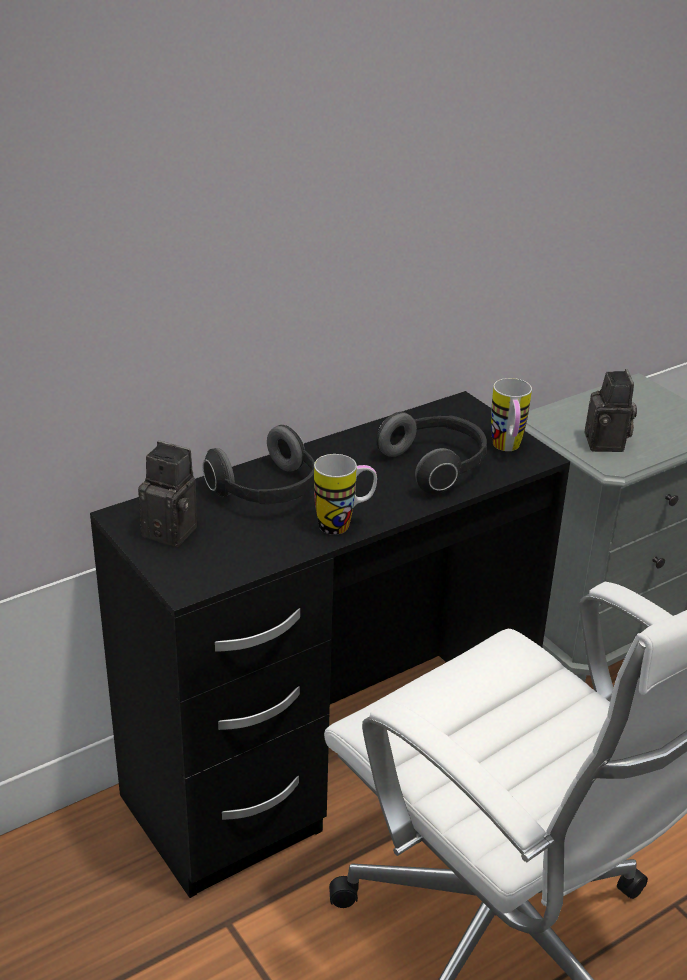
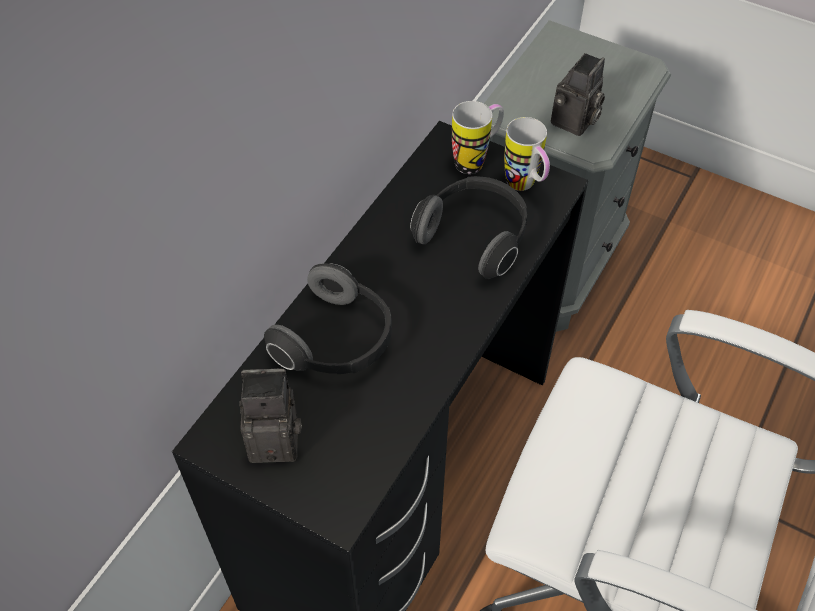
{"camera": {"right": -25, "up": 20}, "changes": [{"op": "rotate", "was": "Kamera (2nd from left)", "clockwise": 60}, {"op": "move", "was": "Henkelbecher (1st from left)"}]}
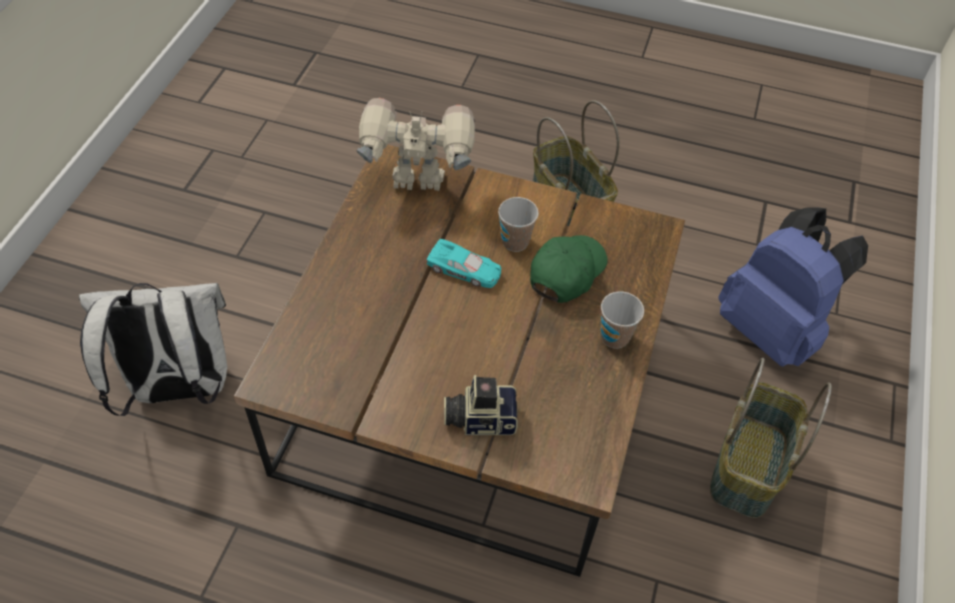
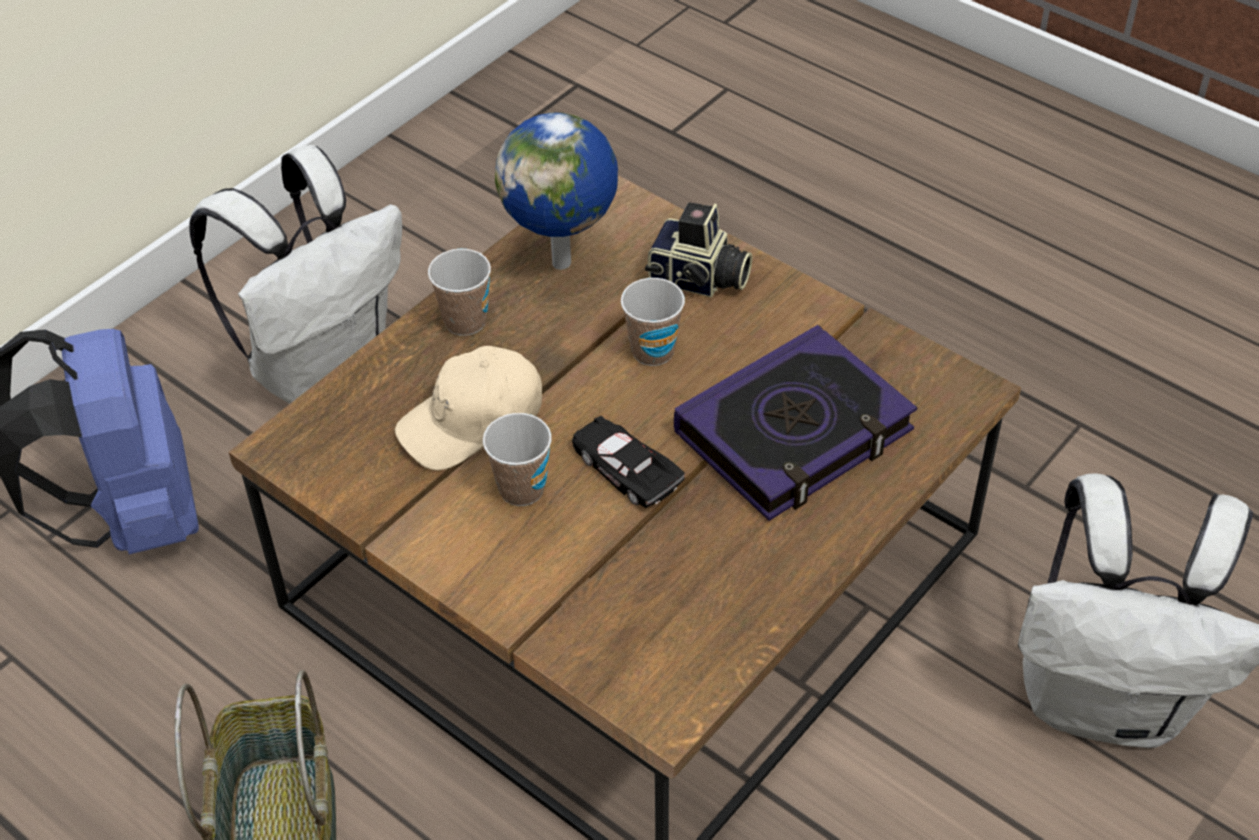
{"camera": {"right": -155, "up": -5}, "changes": [{"op": "delete", "was": "Spielzeugroboter"}, {"op": "recolor", "was": "Kappe [grün]", "now": "Kappe [beige]"}, {"op": "recolor", "was": "Spielzeugauto [türkis]", "now": "Spielzeugauto [schwarz]"}, {"op": "replace", "was": "Korb (2nd from left)", "now": "Rucksack [weiß] (1st from left)"}, {"op": "insert", "now": "Globus"}, {"op": "insert", "now": "Tasse (3rd from left)"}, {"op": "insert", "now": "Buch"}]}
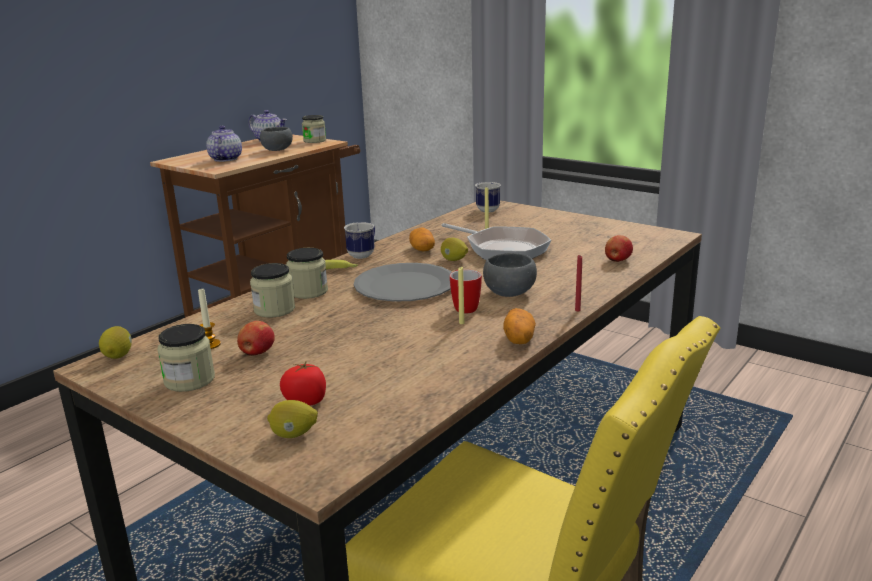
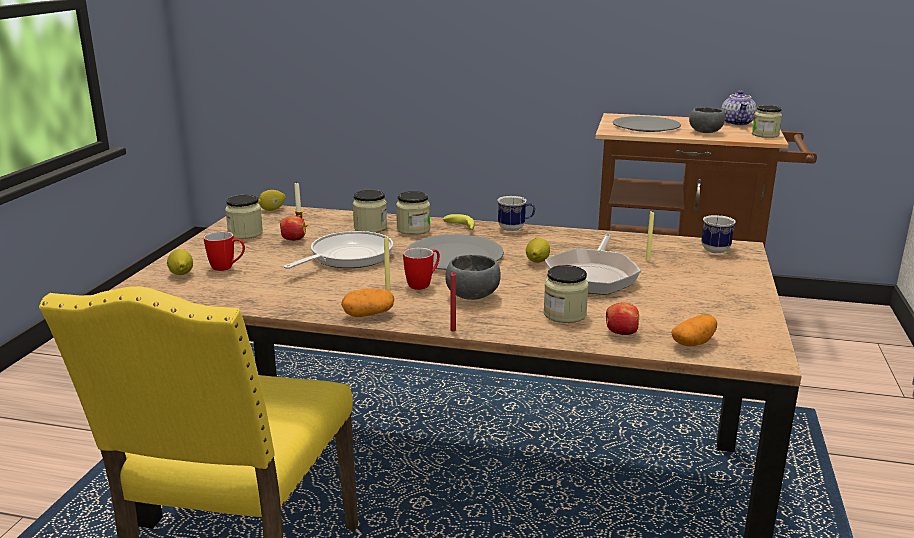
{"camera": {"right": 65, "up": 0}, "changes": [{"op": "replace", "was": "Teekanne (1st from left)", "now": "Teller [grau] (2nd from left)"}, {"op": "move", "was": "Kartoffel (1st from left in the first image)", "now": "Kartoffel (2nd from left)"}, {"op": "replace", "was": "Tomate", "now": "Henkelbecher (1st from left)"}, {"op": "insert", "now": "Pfanne (1st from left)"}, {"op": "insert", "now": "Vorratsglas (4th from left)"}]}
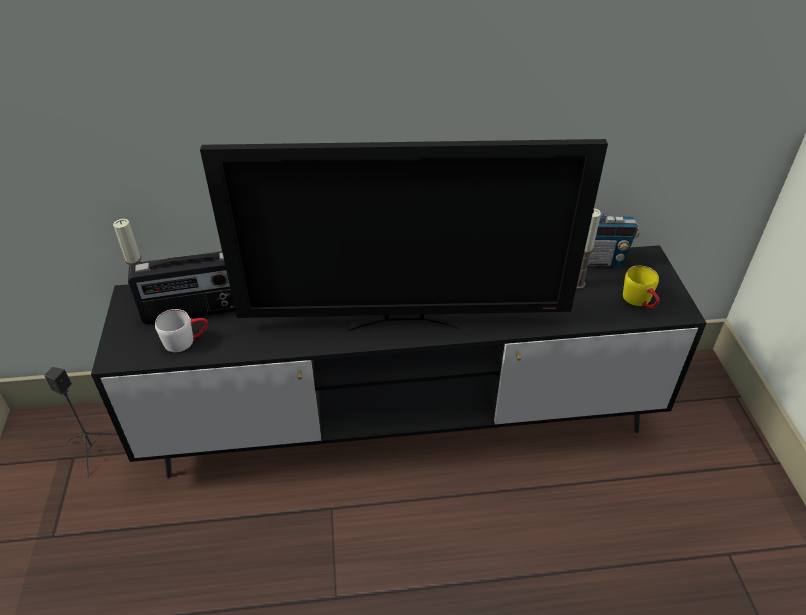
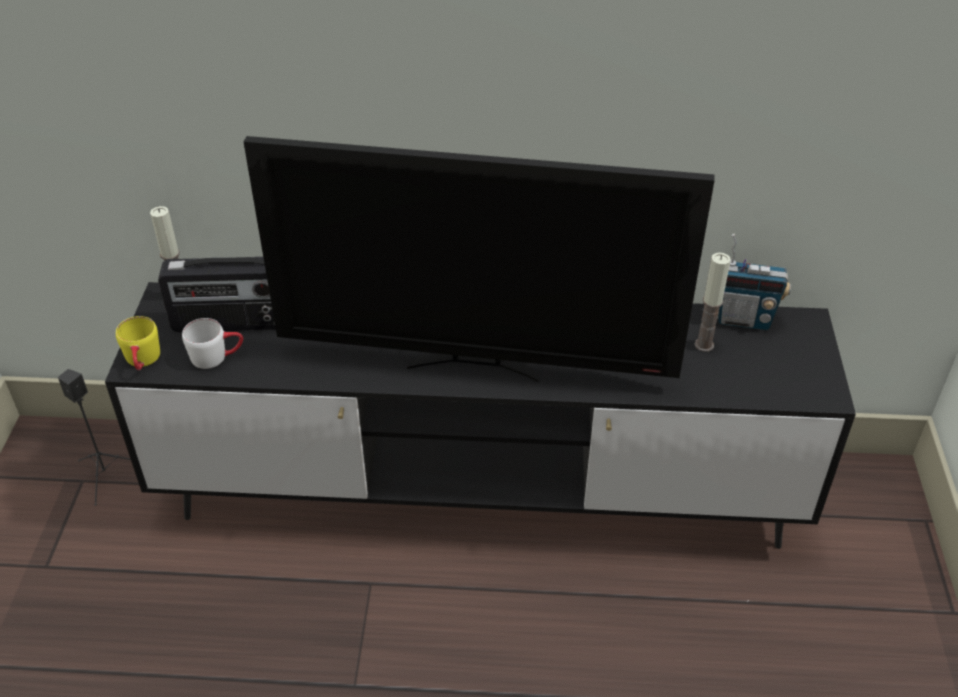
{"camera": {"right": 10, "up": 0}, "changes": [{"op": "move", "was": "Henkelbecher [gelb]"}]}
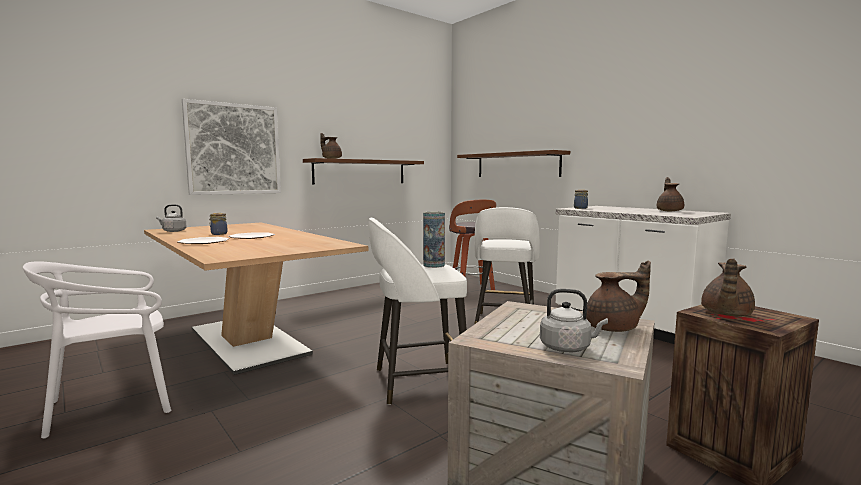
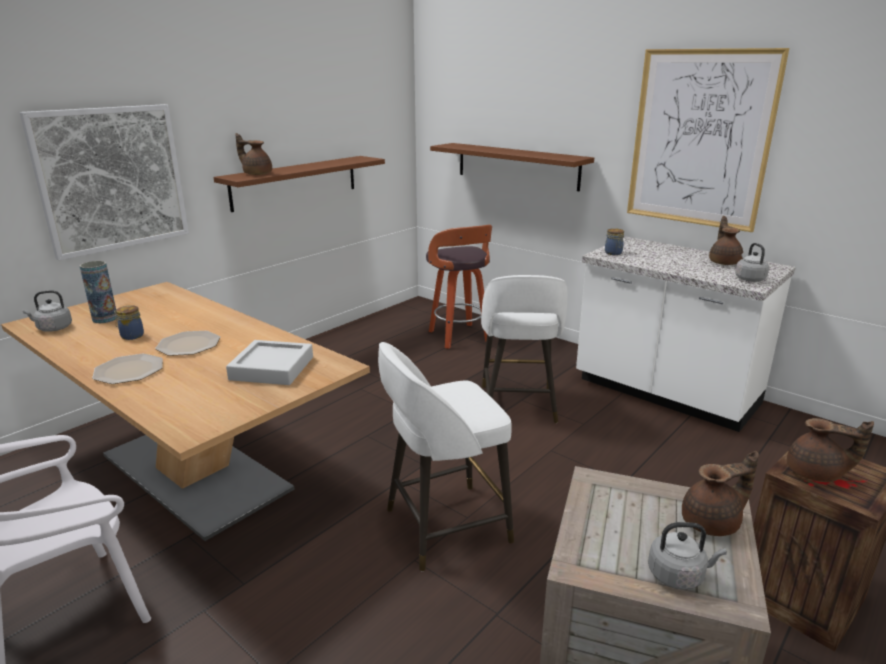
{"camera": {"right": -10, "up": 15}, "changes": [{"op": "move", "was": "Vase"}, {"op": "rotate", "was": "Teekanne [braun] (4th from left)", "clockwise": -90}, {"op": "insert", "now": "Bild (2nd from left)"}, {"op": "insert", "now": "Wasserkessel [grau] (3rd from left)"}, {"op": "insert", "now": "Tablett [grau]"}]}
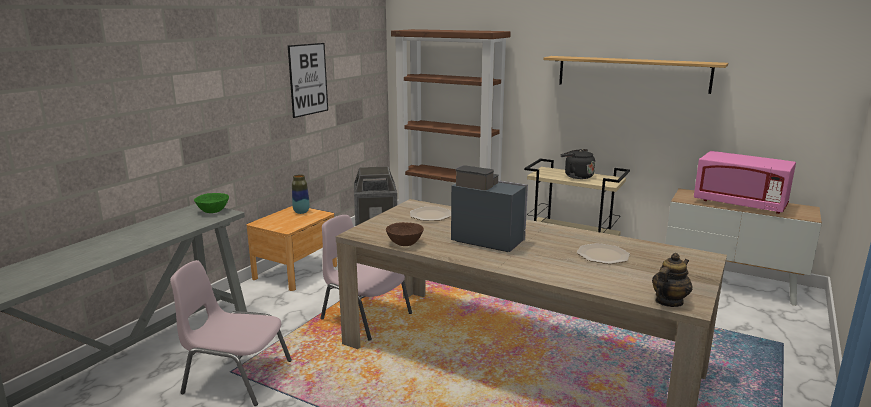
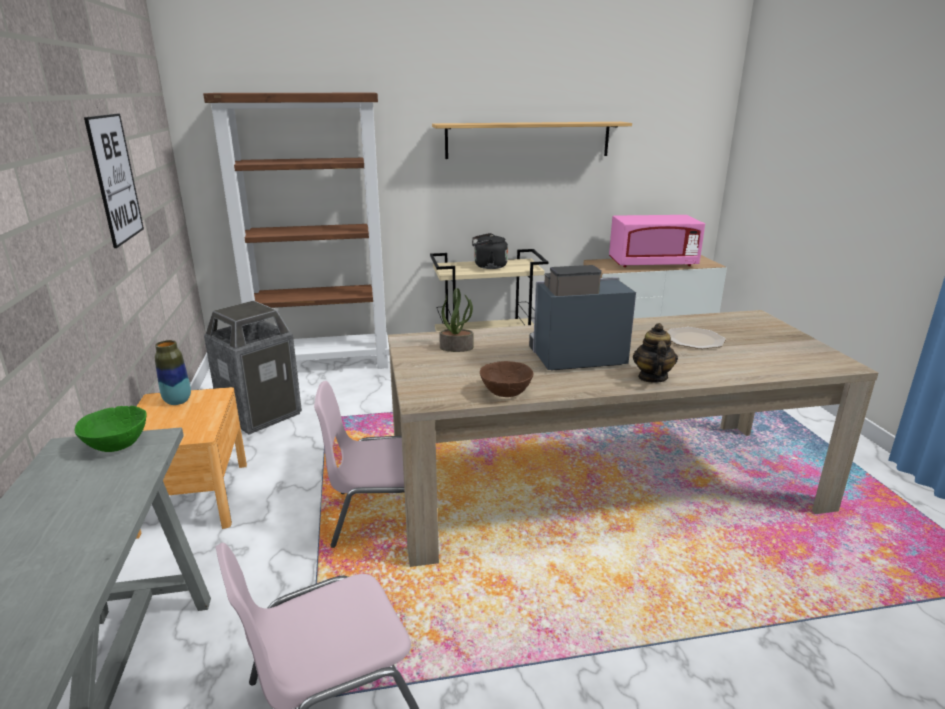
{"camera": {"right": -40, "up": 5}, "changes": [{"op": "replace", "was": "Teller (1st from left)", "now": "Topfpflanze"}, {"op": "move", "was": "Teekanne"}]}
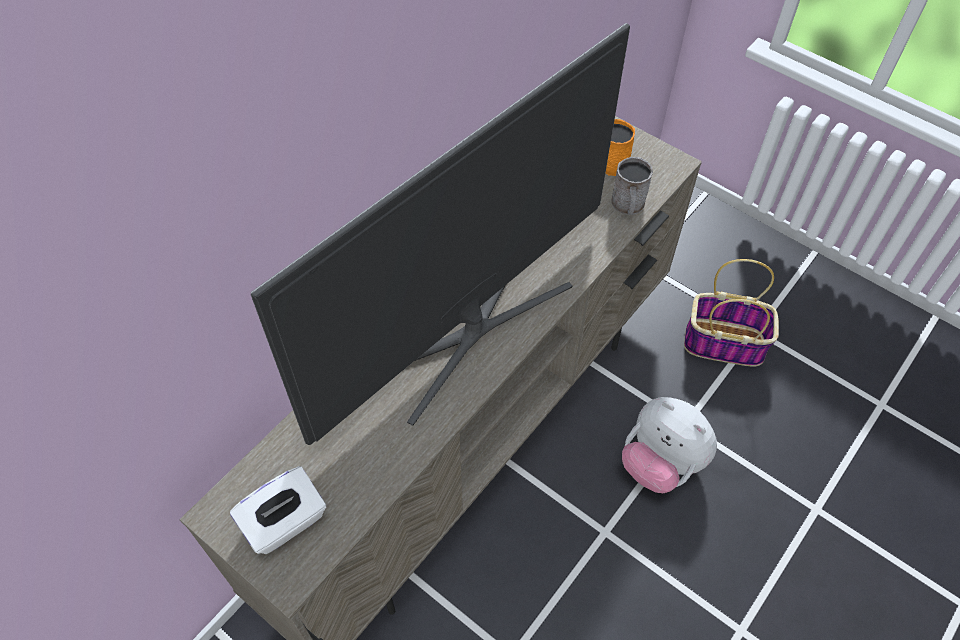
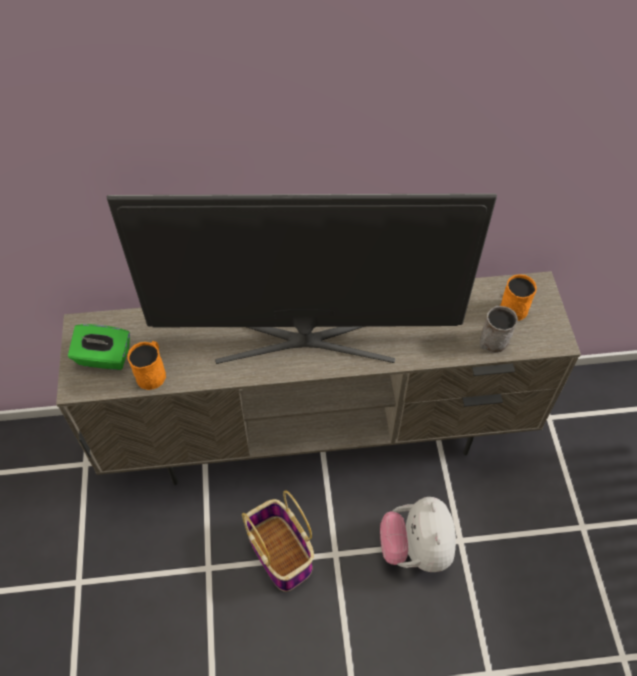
{"camera": {"right": 45, "up": 0}, "changes": [{"op": "move", "was": "Korb"}, {"op": "recolor", "was": "Taschentuchbox [weiß]", "now": "Taschentuchbox [grün]"}, {"op": "insert", "now": "Henkelbecher [orange] (1st from left)"}]}
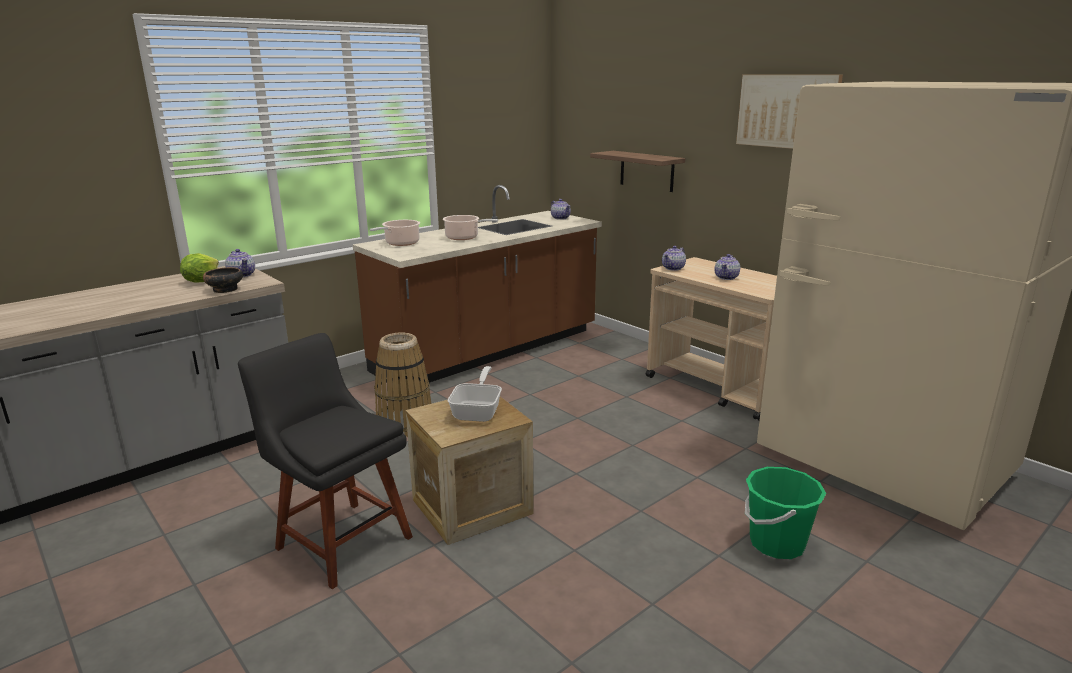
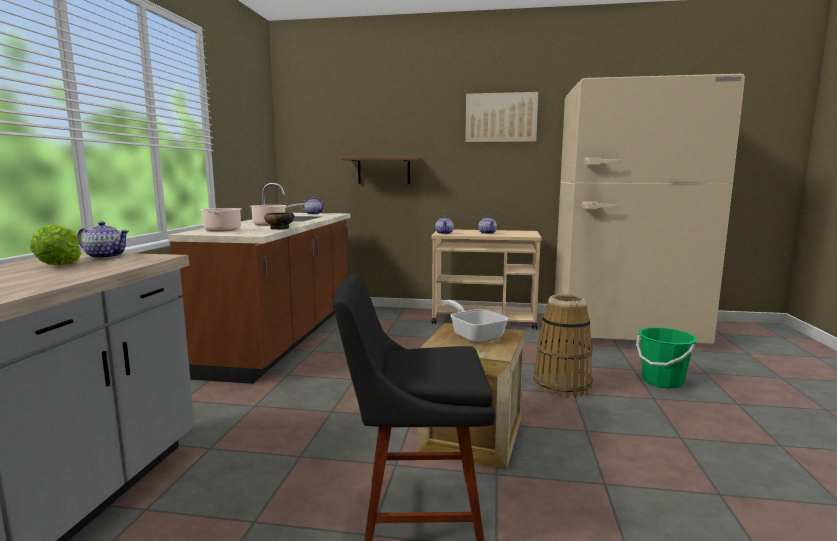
{"camera": {"right": -40, "up": -10}, "changes": [{"op": "move", "was": "Schüssel"}, {"op": "move", "was": "Korb"}]}
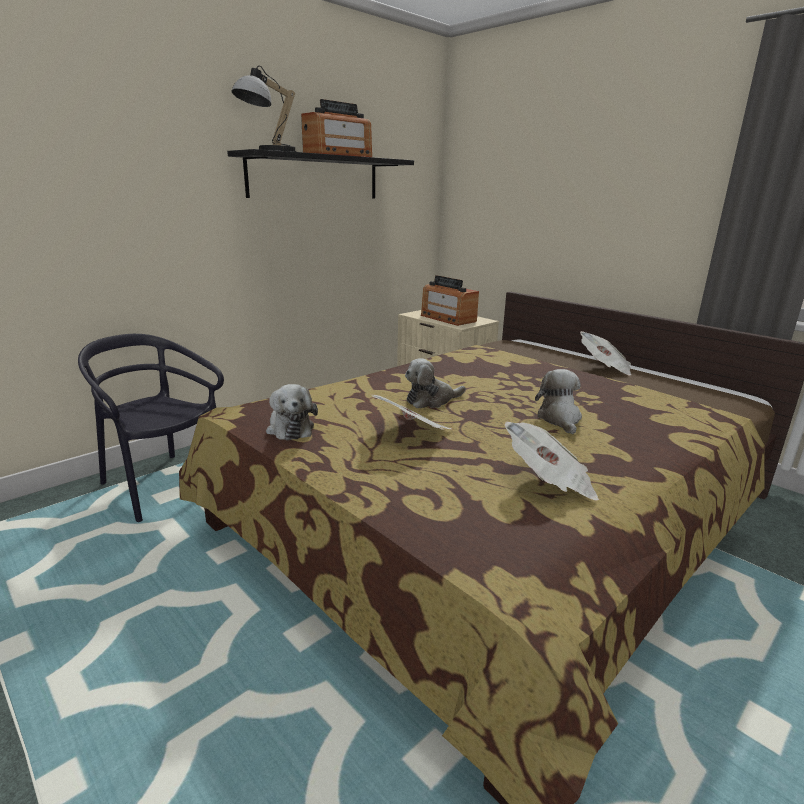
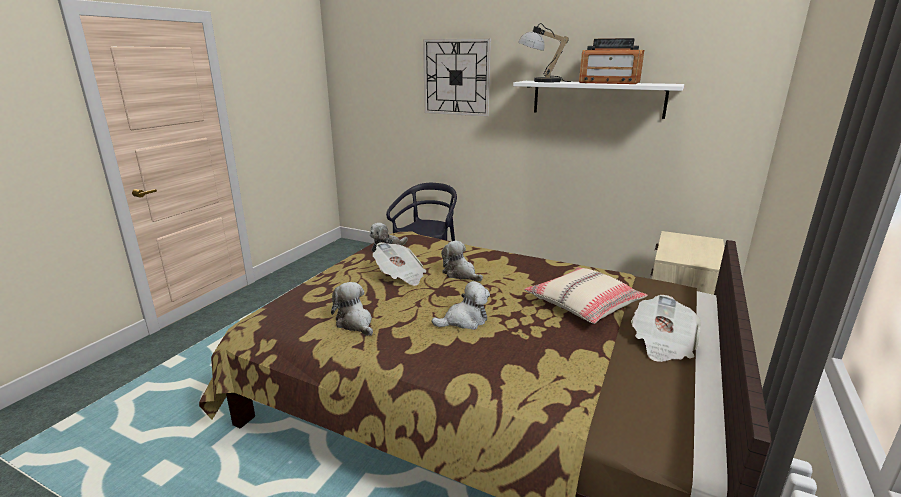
{"camera": {"right": 70, "up": 0}, "changes": [{"op": "recolor", "was": "Wandregal [schwarz]", "now": "Wandregal [weiß]"}, {"op": "delete", "was": "Radio (2nd from left)"}, {"op": "replace", "was": "Zeitung (2nd from left)", "now": "Plüschtier (1st from left)"}, {"op": "insert", "now": "Wanduhr"}, {"op": "insert", "now": "Kissen [beige]"}]}
